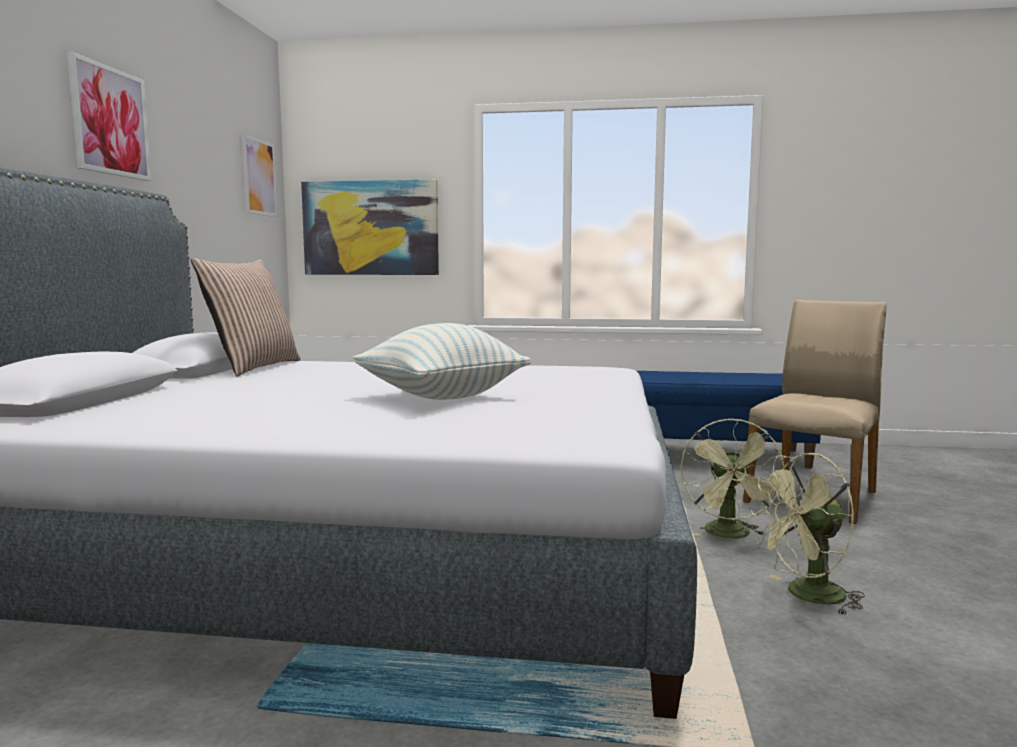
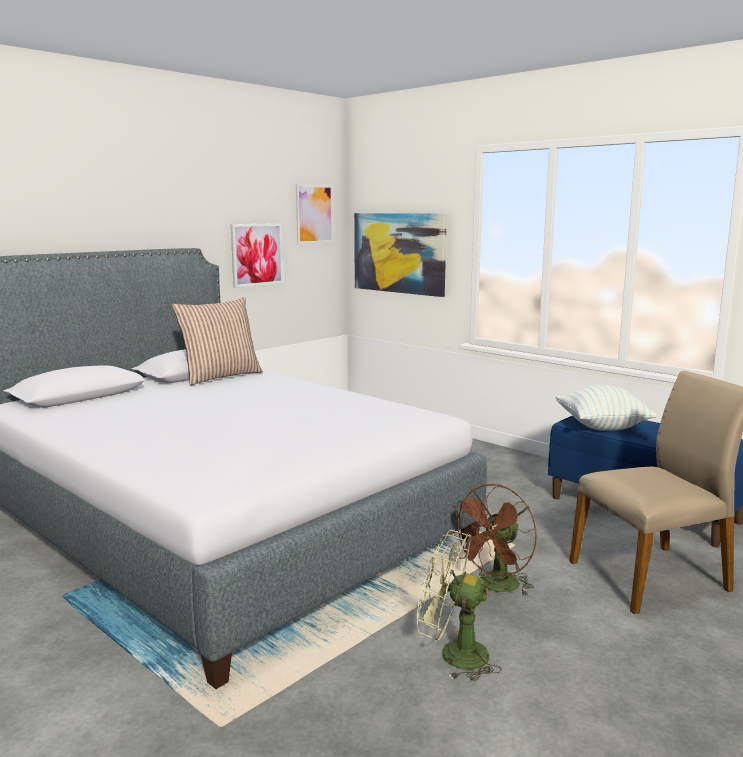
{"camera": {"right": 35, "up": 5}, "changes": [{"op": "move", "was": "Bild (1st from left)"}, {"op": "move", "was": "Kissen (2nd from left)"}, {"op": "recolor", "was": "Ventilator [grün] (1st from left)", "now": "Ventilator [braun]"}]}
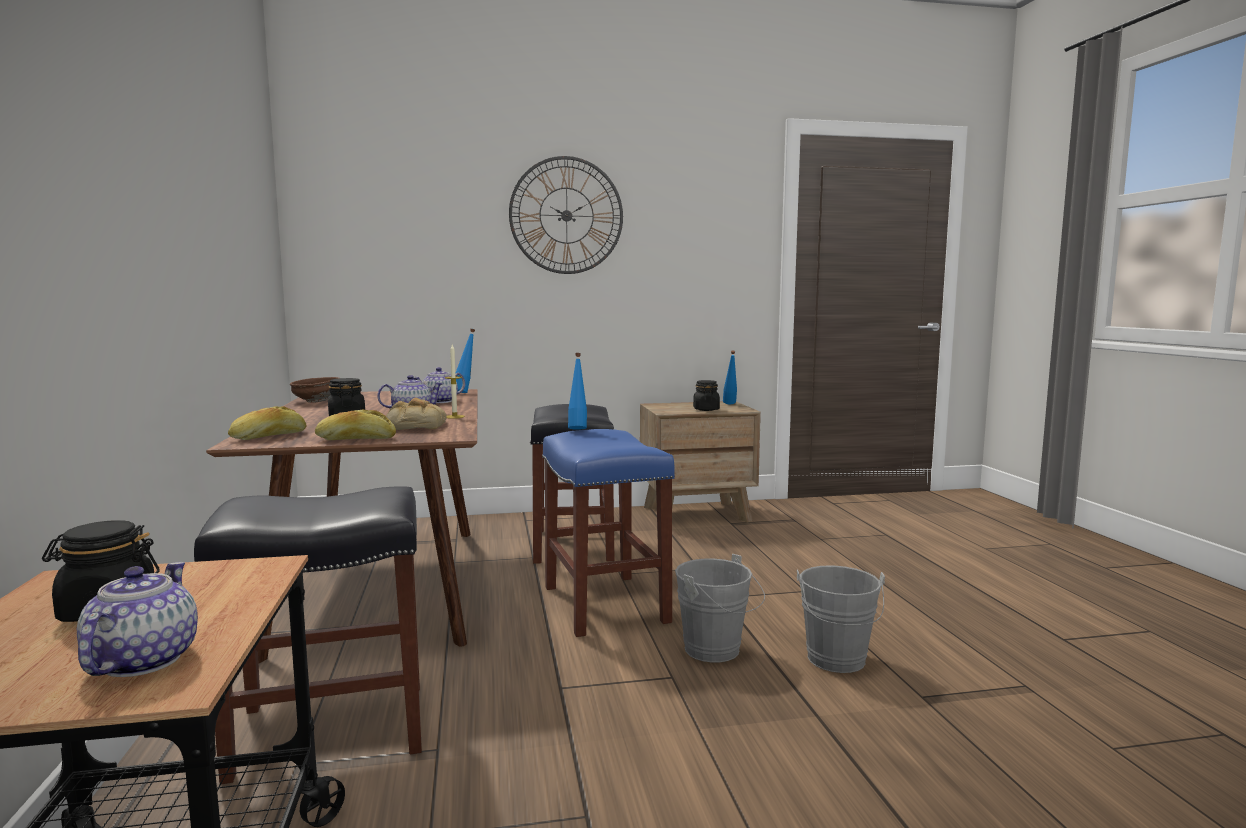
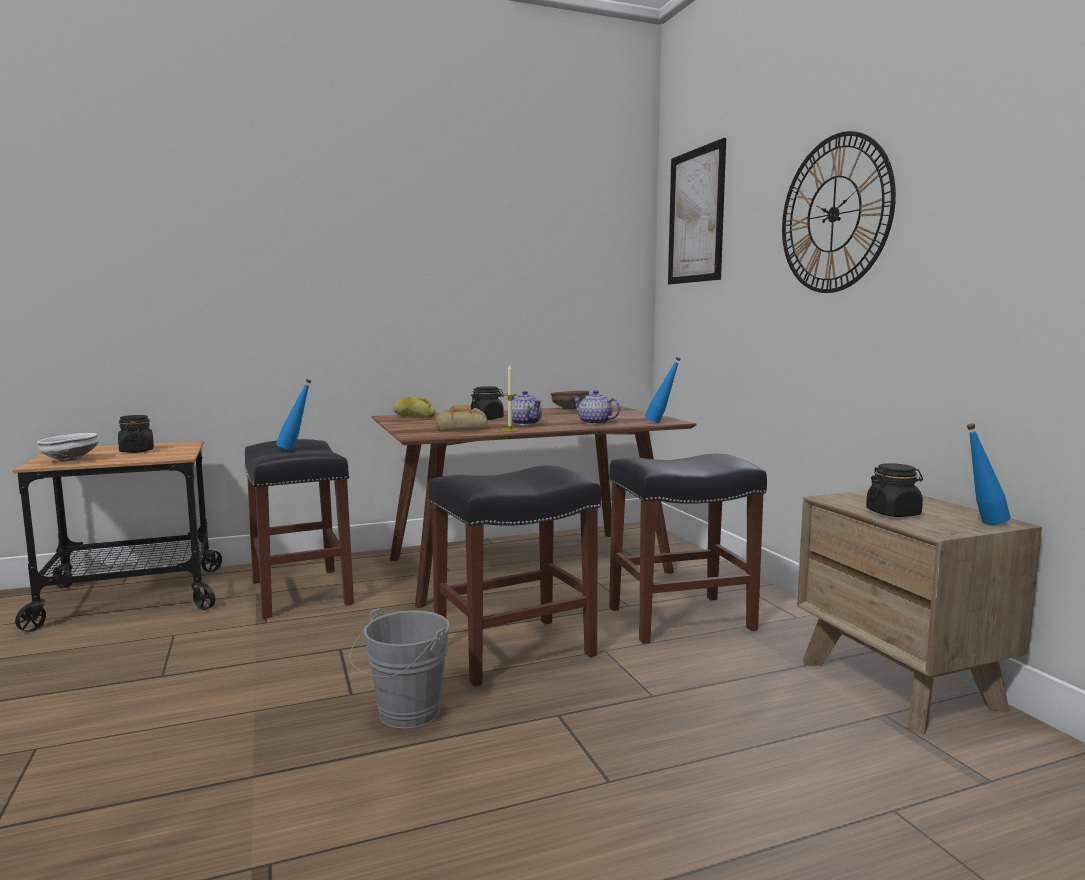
{"camera": {"right": 80, "up": 0}, "changes": [{"op": "move", "was": "Flasche [blau] (2nd from left in the first image)", "now": "Flasche [blau] (1st from left)"}, {"op": "delete", "was": "Brot (2nd from left)"}, {"op": "recolor", "was": "Hocker [blau]", "now": "Hocker [schwarz] (2nd from left)"}, {"op": "replace", "was": "Teekanne (1st from left)", "now": "Schüssel [weiß]"}, {"op": "delete", "was": "Eimer [grau] (2nd from left)"}, {"op": "insert", "now": "Bild"}]}
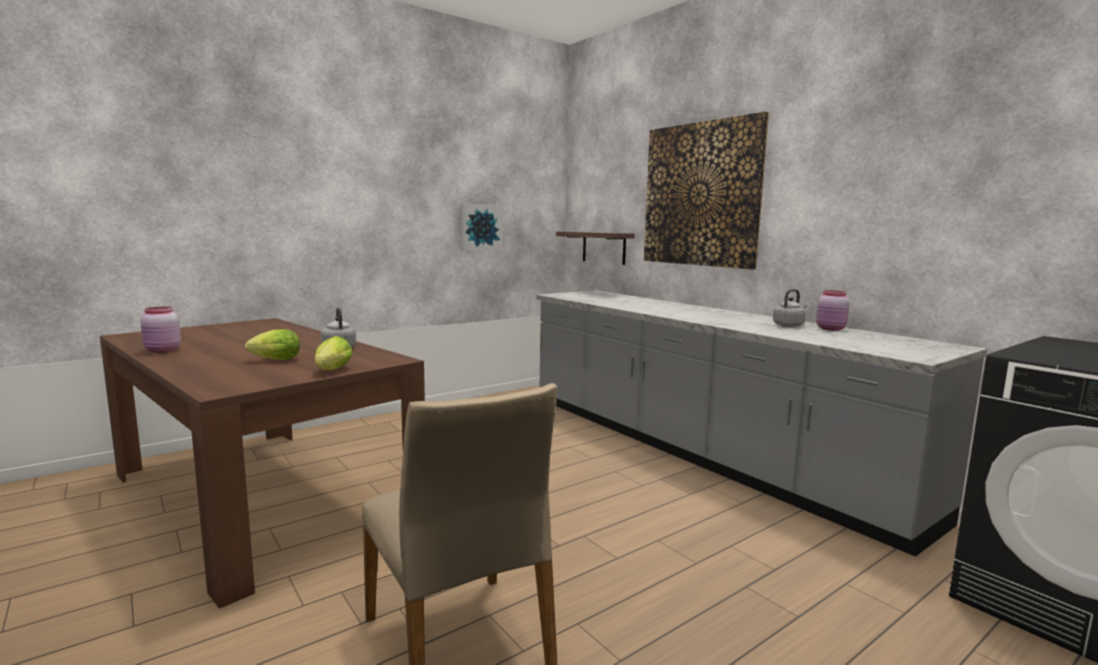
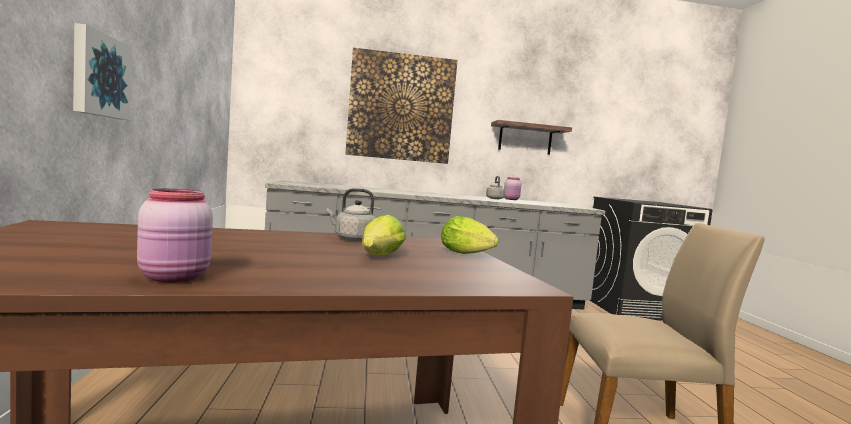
{"camera": {"right": -60, "up": -5}, "changes": [{"op": "move", "was": "Bild (1st from left)"}, {"op": "move", "was": "Wandregal"}]}
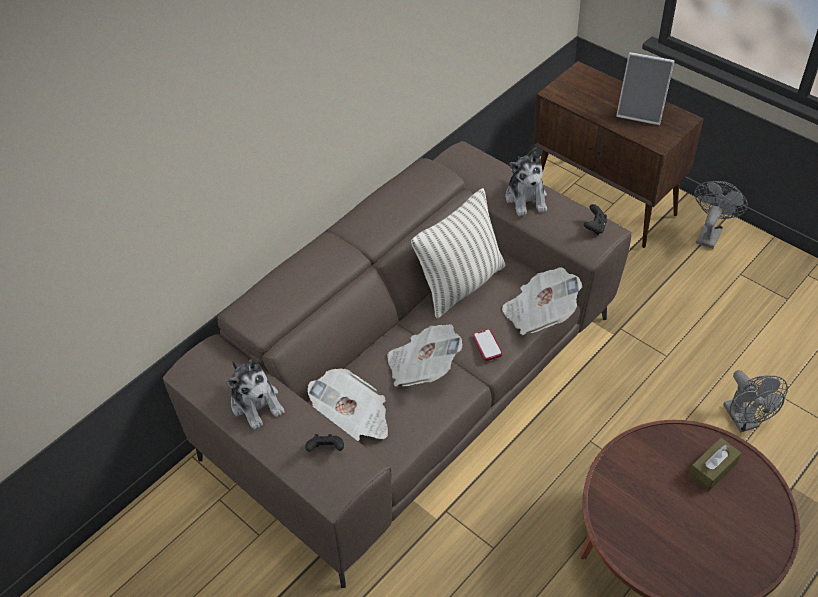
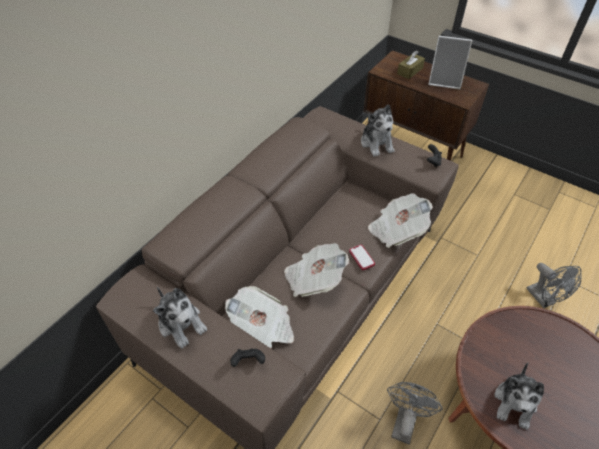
{"camera": {"right": -10, "up": 0}, "changes": [{"op": "move", "was": "Ventilator [grau] (1st from left)"}, {"op": "delete", "was": "Kissen"}, {"op": "move", "was": "Taschentuchbox [braun]"}, {"op": "insert", "now": "Plüschtier (3rd from left)"}]}
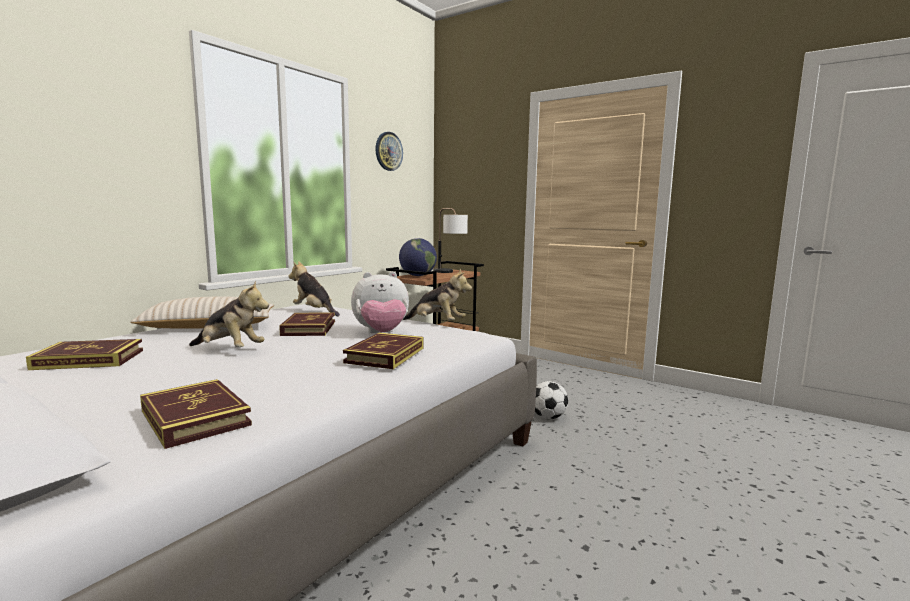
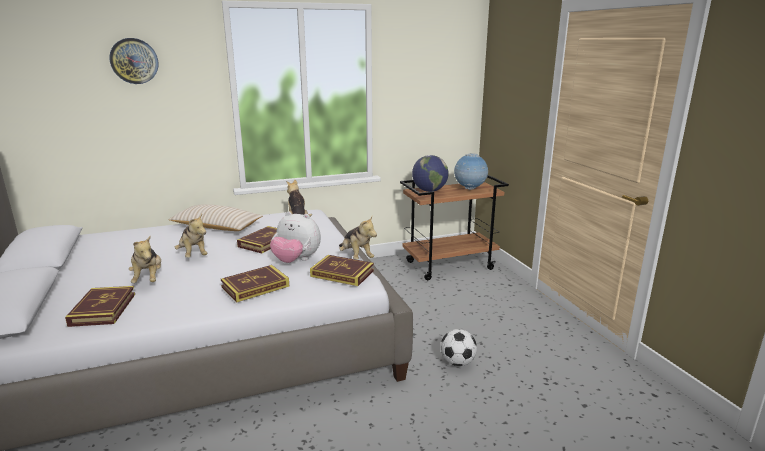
{"camera": {"right": 35, "up": 10}, "changes": [{"op": "move", "was": "Wanduhr"}, {"op": "replace", "was": "Tischlampe", "now": "Globus (2nd from left)"}, {"op": "move", "was": "Buch (1st from left in the first image)", "now": "Buch (4th from left)"}, {"op": "insert", "now": "Plüschtier (1st from left)"}]}
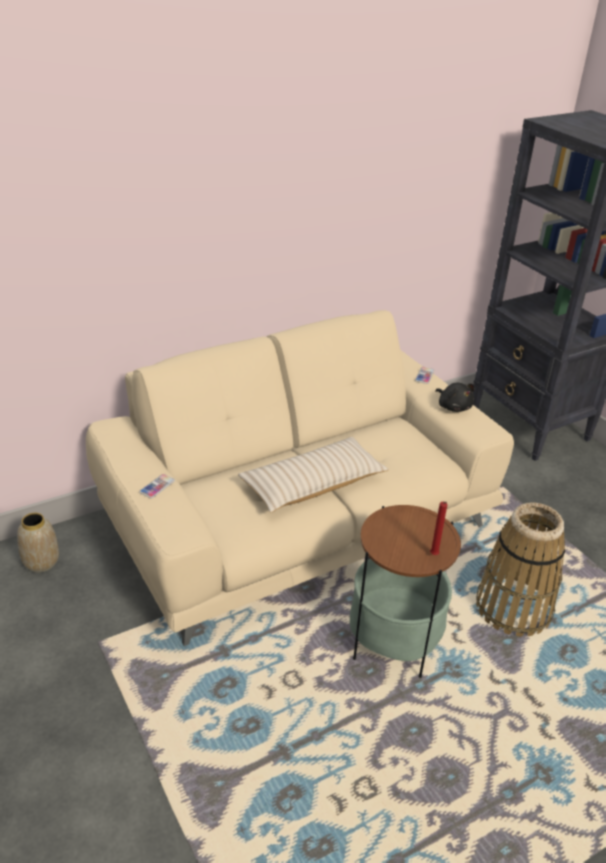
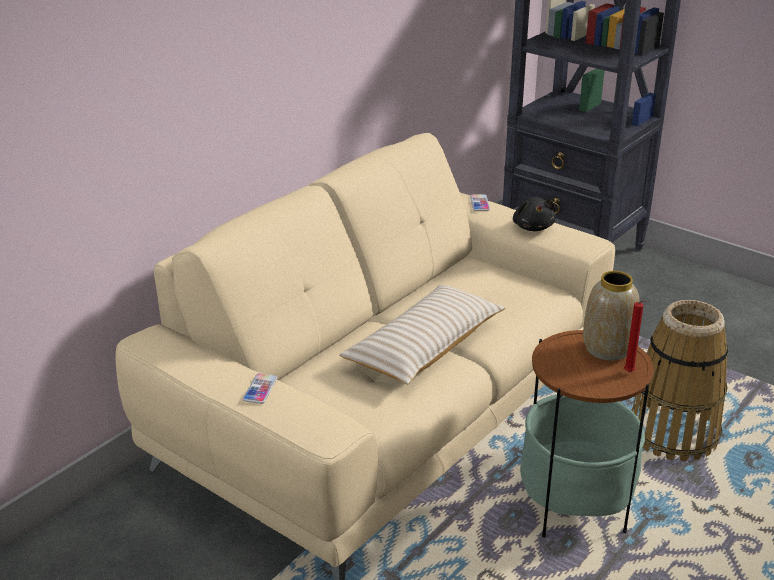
{"camera": {"right": -20, "up": -5}, "changes": [{"op": "rotate", "was": "Plüschtier [schwarz]", "clockwise": 45}, {"op": "move", "was": "Vase"}]}
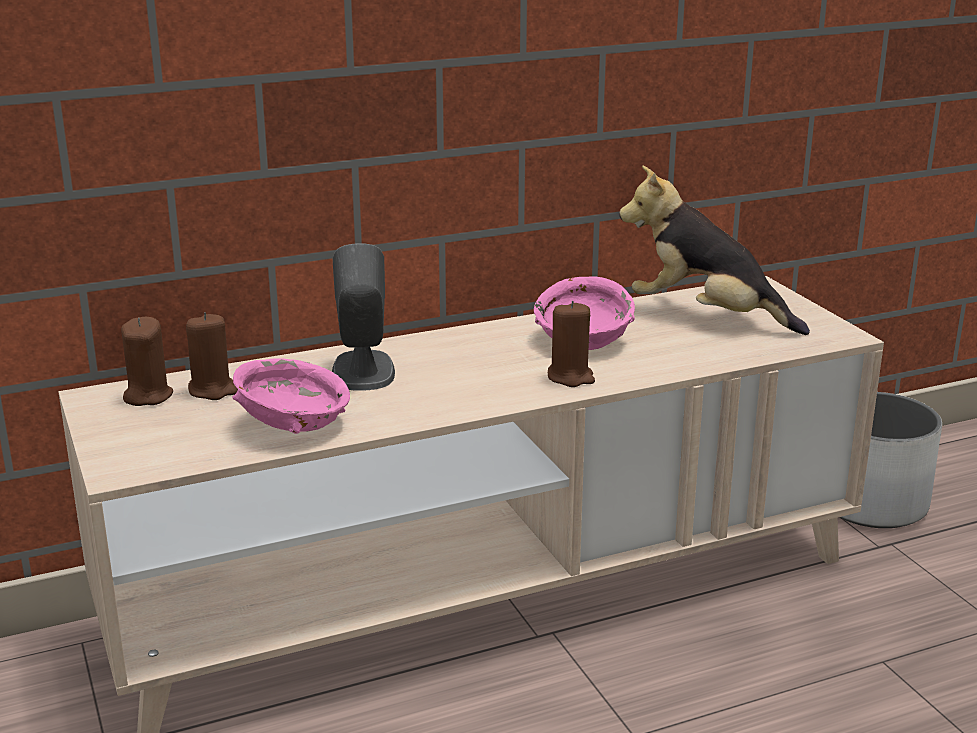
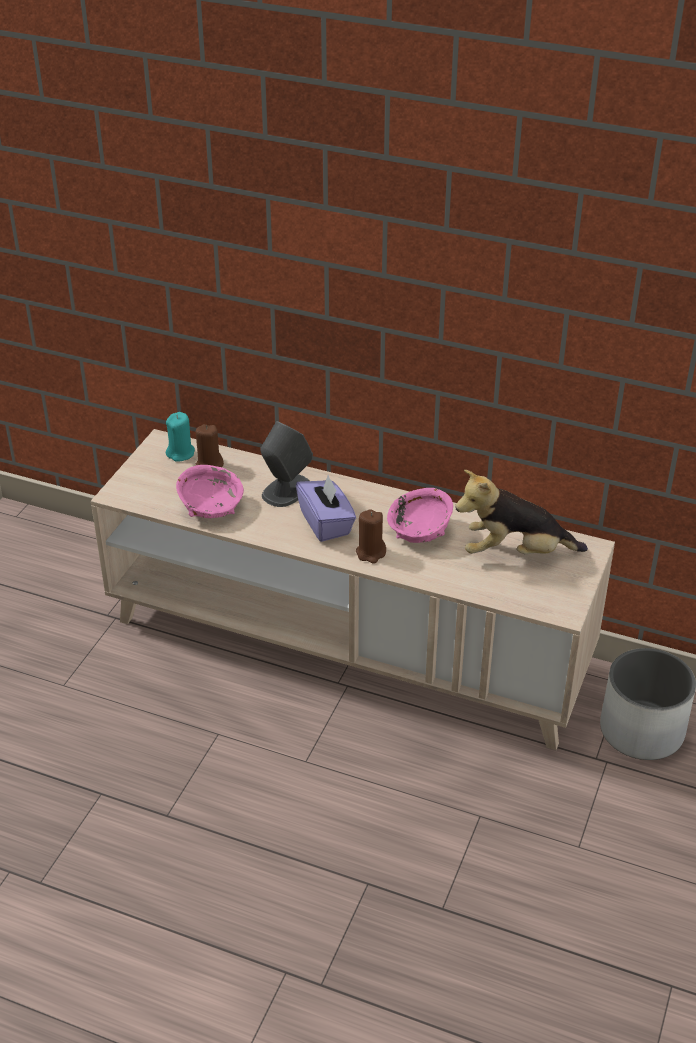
{"camera": {"right": 45, "up": 15}, "changes": [{"op": "rotate", "was": "Plüschtier", "clockwise": -75}, {"op": "recolor", "was": "Kerze [braun] (1st from left)", "now": "Kerze [türkis]"}, {"op": "insert", "now": "Taschentuchbox [lila]"}]}
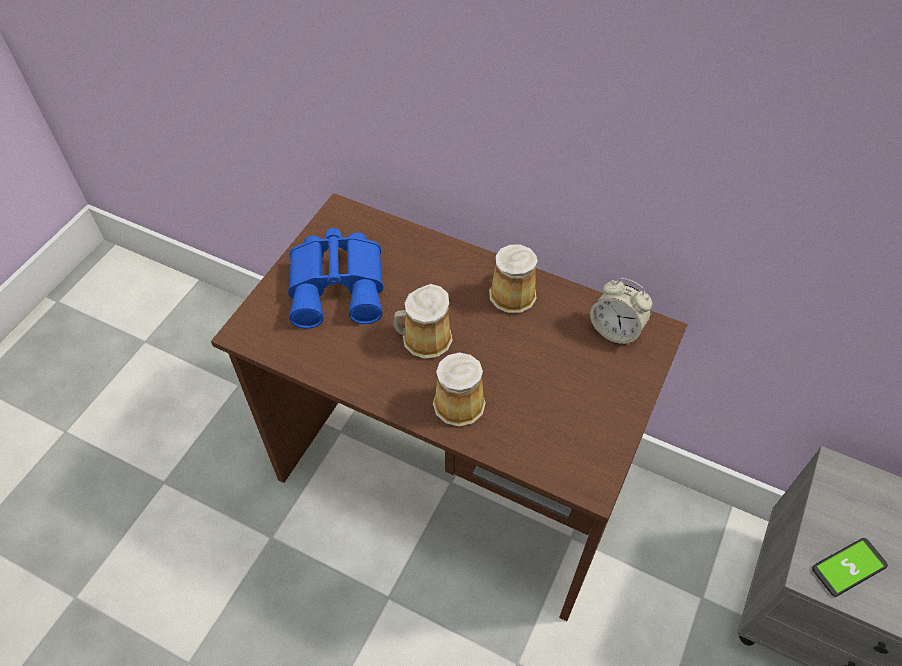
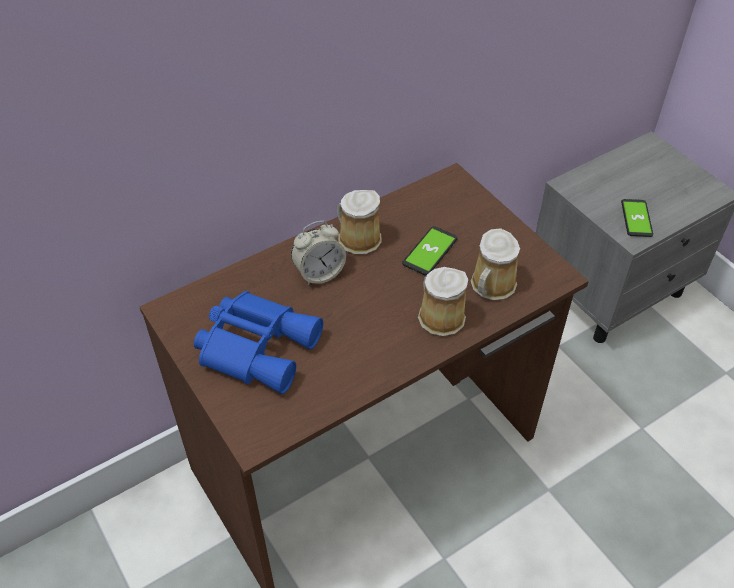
{"camera": {"right": -60, "up": -5}, "changes": [{"op": "move", "was": "Wecker"}, {"op": "move", "was": "Henkelbecher (1st from left in the first image)", "now": "Henkelbecher (3rd from left)"}, {"op": "insert", "now": "Handy (1st from left)"}]}
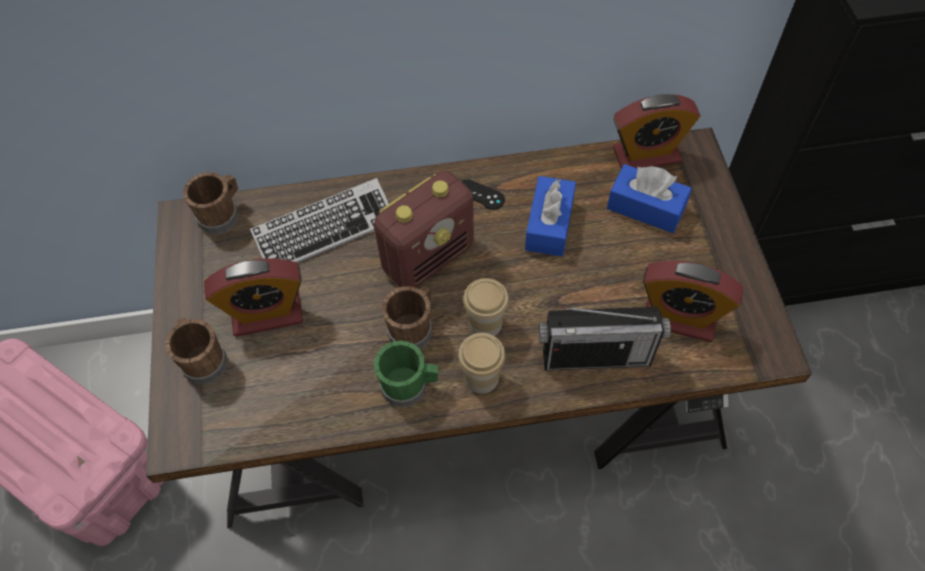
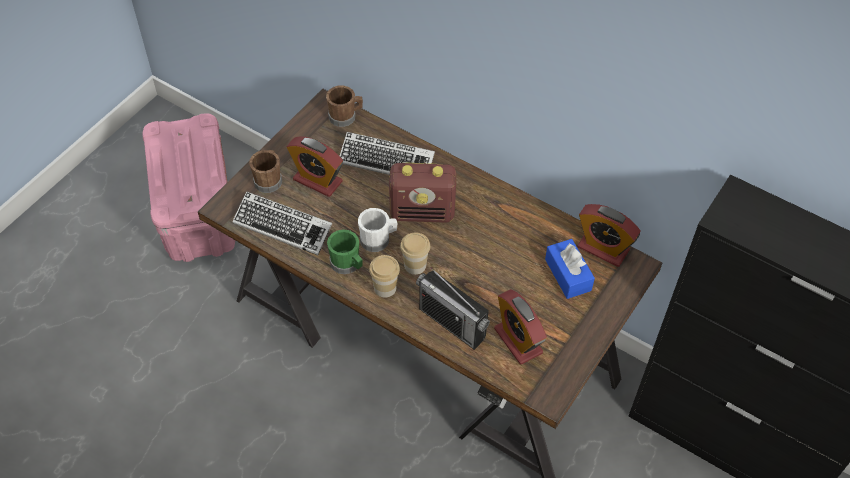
{"camera": {"right": 40, "up": -5}, "changes": [{"op": "delete", "was": "Taschentuchbox [blau] (1st from left)"}, {"op": "delete", "was": "Gamepad [schwarz]"}, {"op": "recolor", "was": "Henkelbecher [braun] (3rd from left)", "now": "Henkelbecher [weiß]"}, {"op": "insert", "now": "Tastatur (1st from left)"}]}
